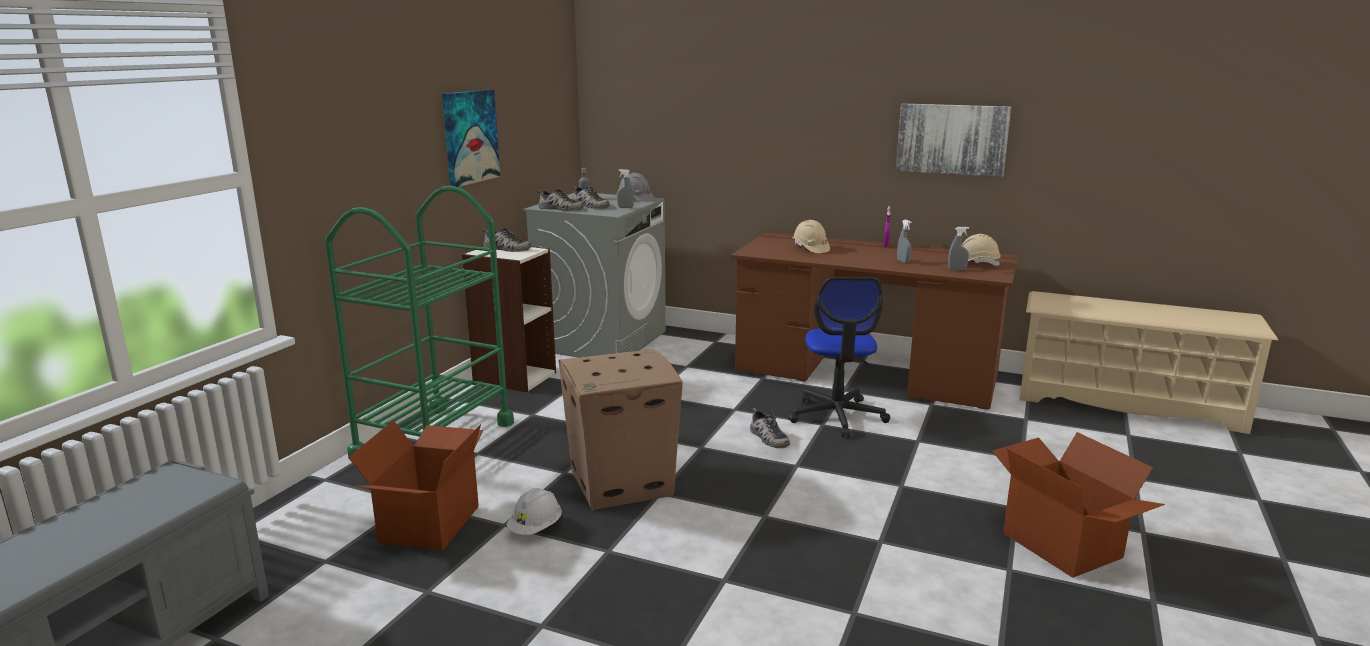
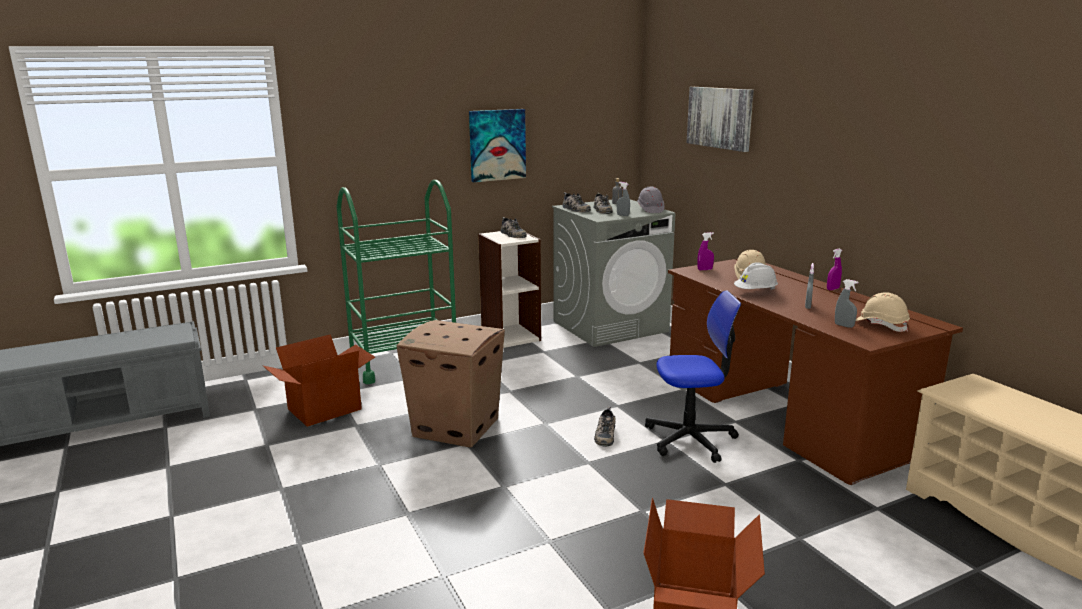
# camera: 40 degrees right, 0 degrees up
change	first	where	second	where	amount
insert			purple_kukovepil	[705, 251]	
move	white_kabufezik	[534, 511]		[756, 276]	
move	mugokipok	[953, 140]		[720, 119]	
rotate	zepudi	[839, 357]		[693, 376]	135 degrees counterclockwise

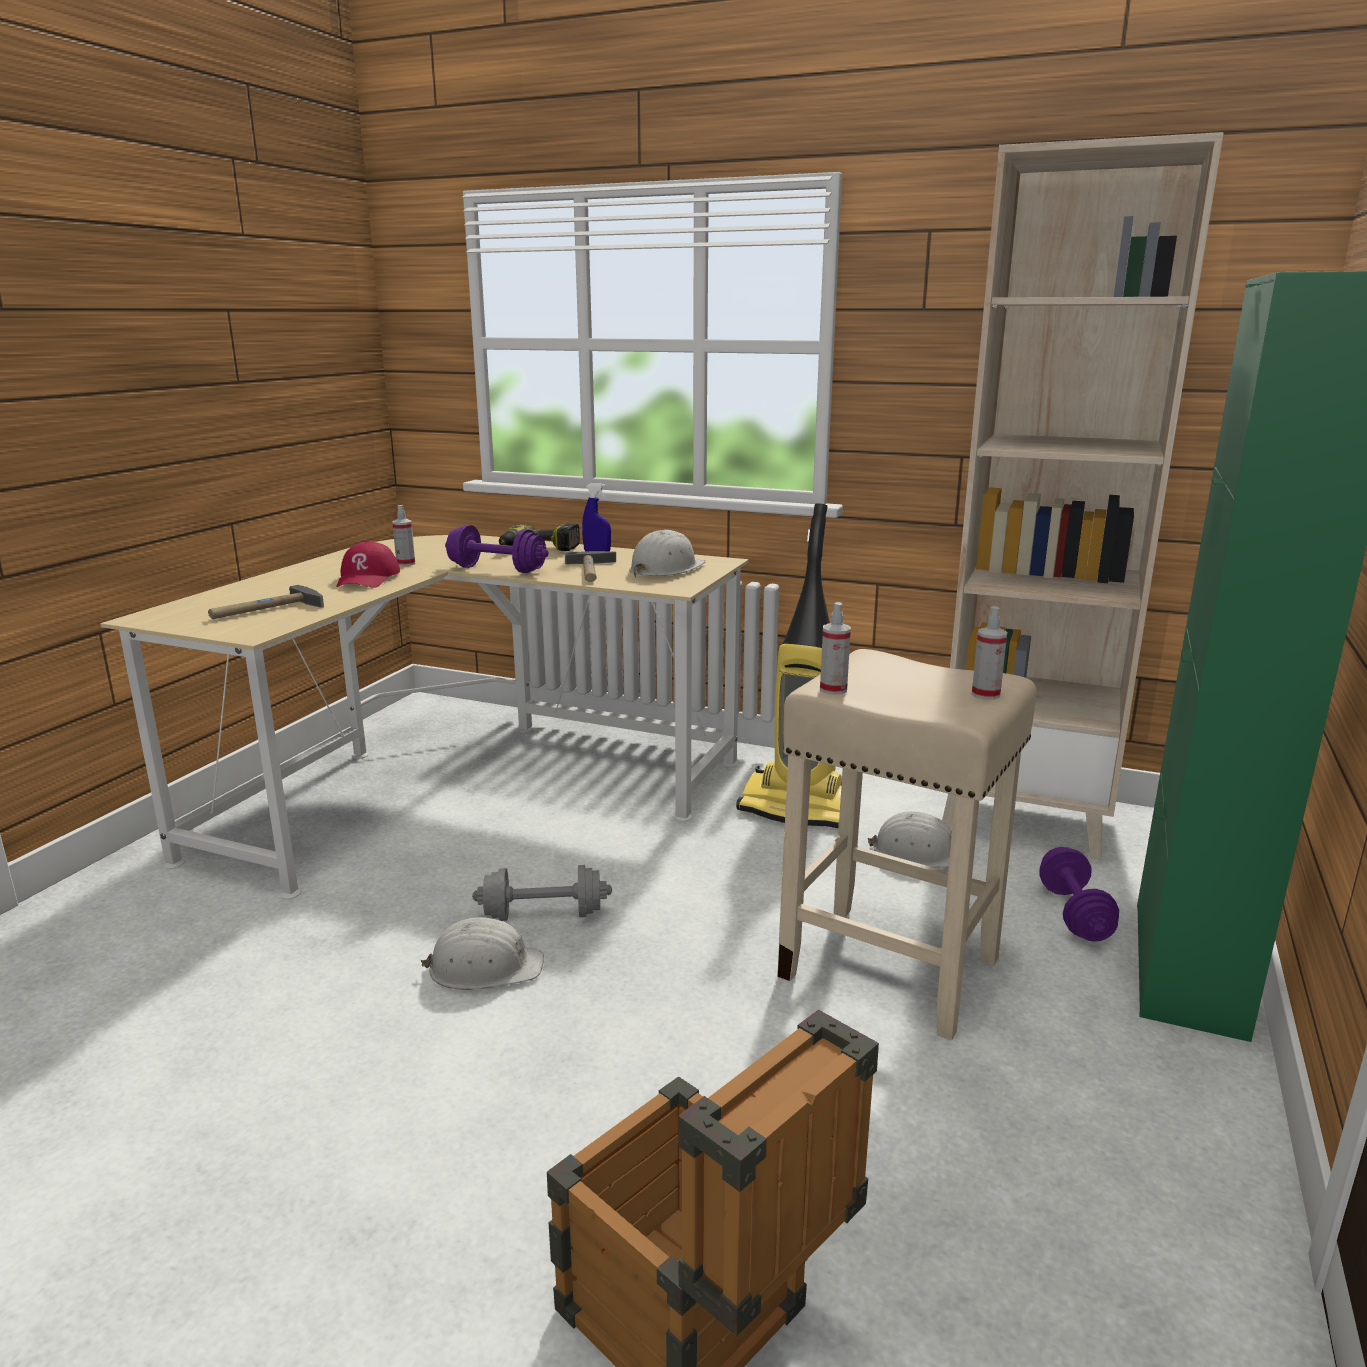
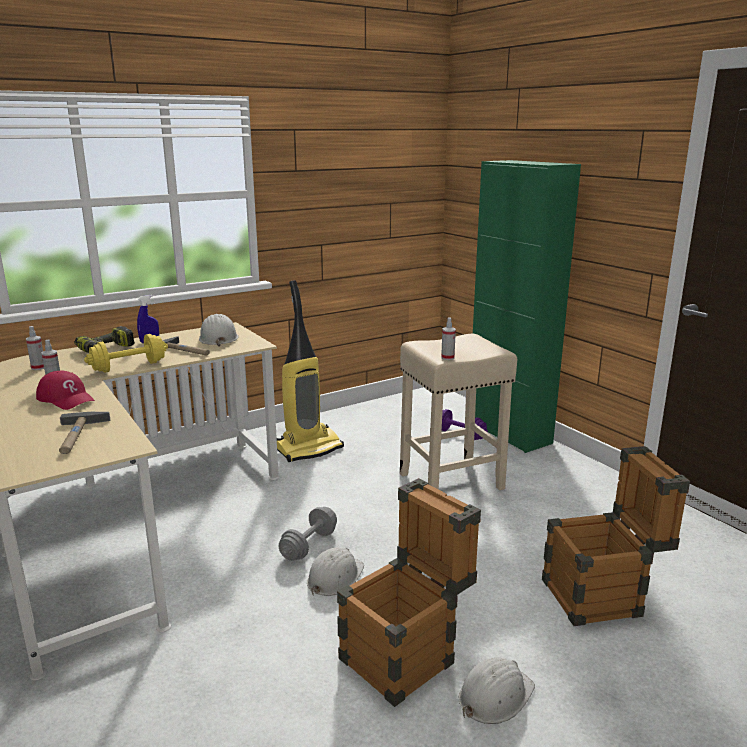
# camera: 55 degrees left, 0 degrees up
change	first	where	second	where	amount
delete	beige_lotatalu	[1083, 496]			
insert			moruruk	[409, 592]	
move	white_kabufezik	[910, 839]		[497, 690]	
move	kukovepil	[989, 653]		[35, 348]	
recolor	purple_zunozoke	[497, 549]	yellow_zunozoke	[126, 353]	

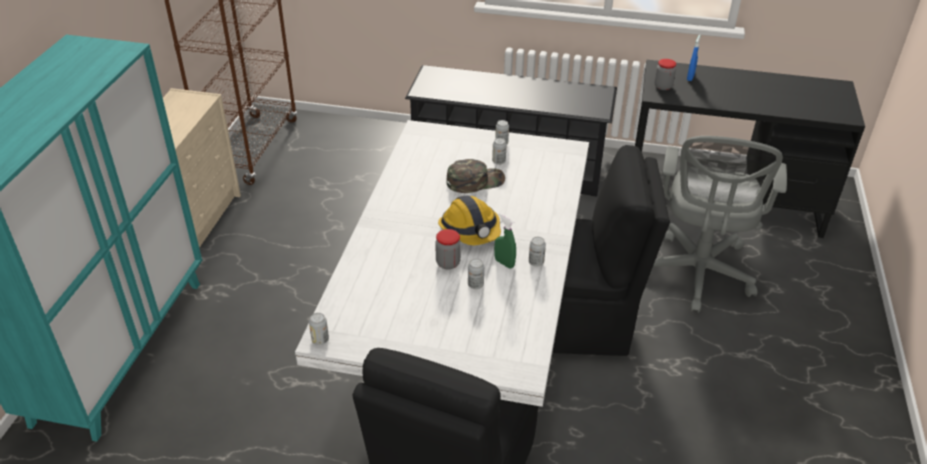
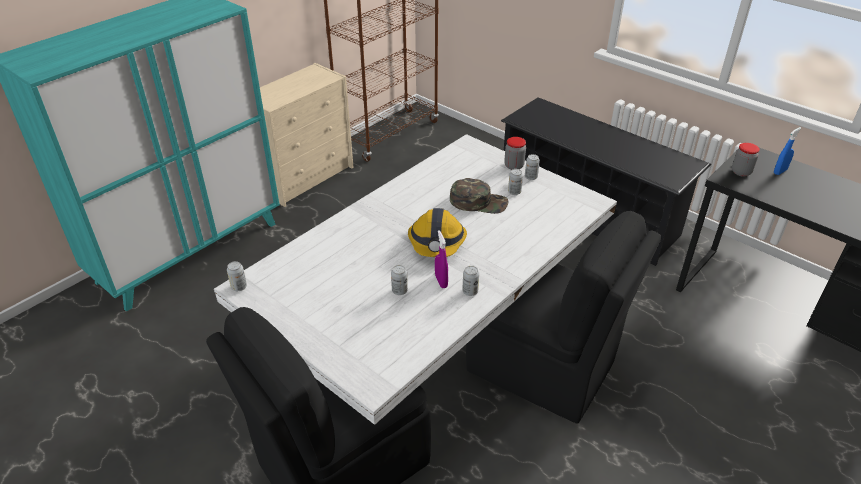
# camera: 30 degrees right, 0 degrees up
change	first	where	second	where	amount
delete	grey_zepudi	[718, 224]			
move	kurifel	[448, 249]		[515, 153]	
recolor	green_kukovepil	[505, 241]	purple_kukovepil	[441, 259]	

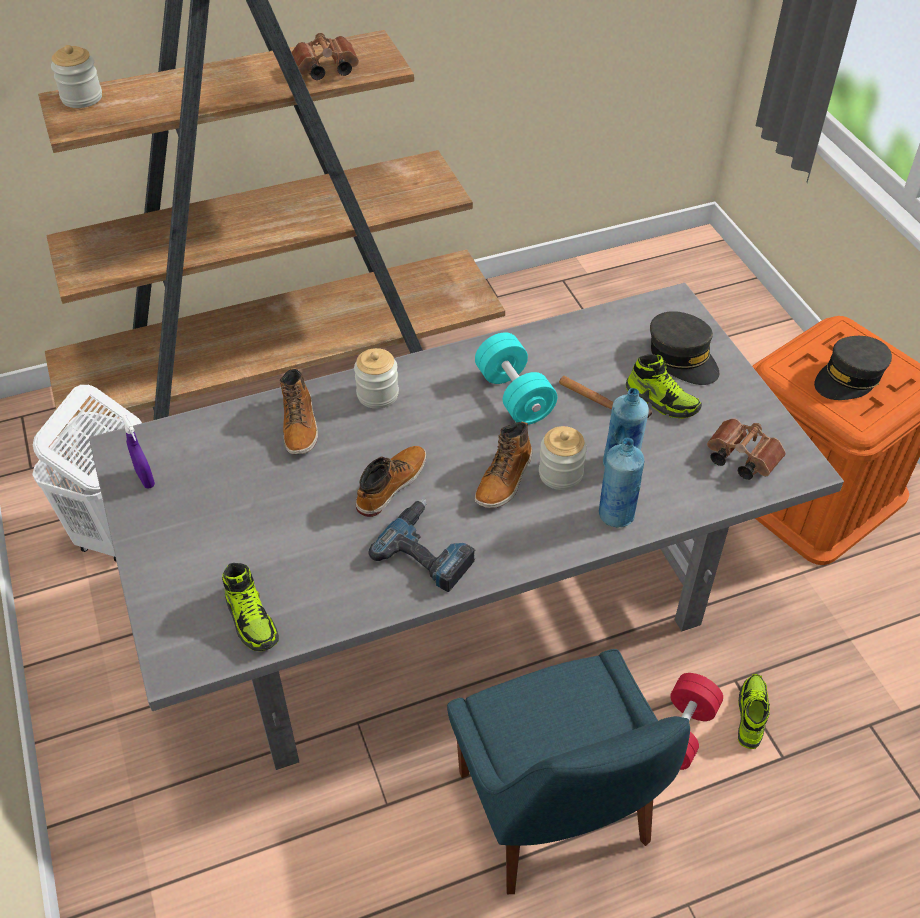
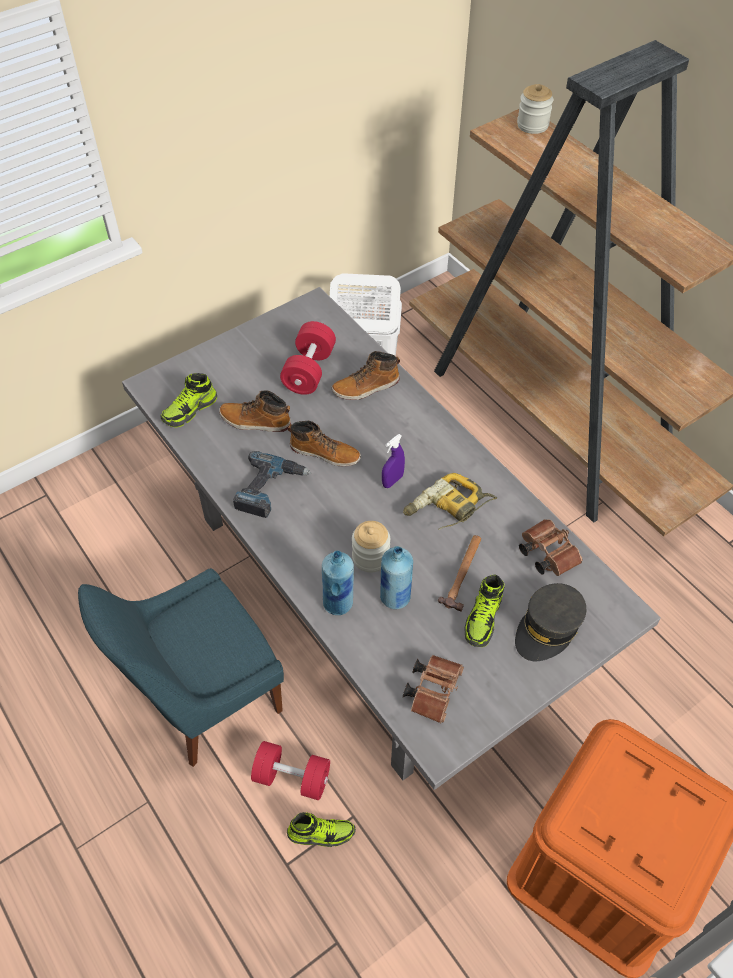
# camera: 75 degrees right, 5 degrees up
change	first	where	second	where	amount
delete	kurifel	[376, 378]			
delete	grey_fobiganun	[853, 368]			
insert			red_zunozoke	[308, 358]	
move	purple_kukovepil	[138, 452]		[393, 461]	
move	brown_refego	[325, 56]		[551, 547]	
move	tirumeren	[503, 464]		[255, 411]	
replace	turquoise_zunozoke	[516, 379]	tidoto	[450, 501]	

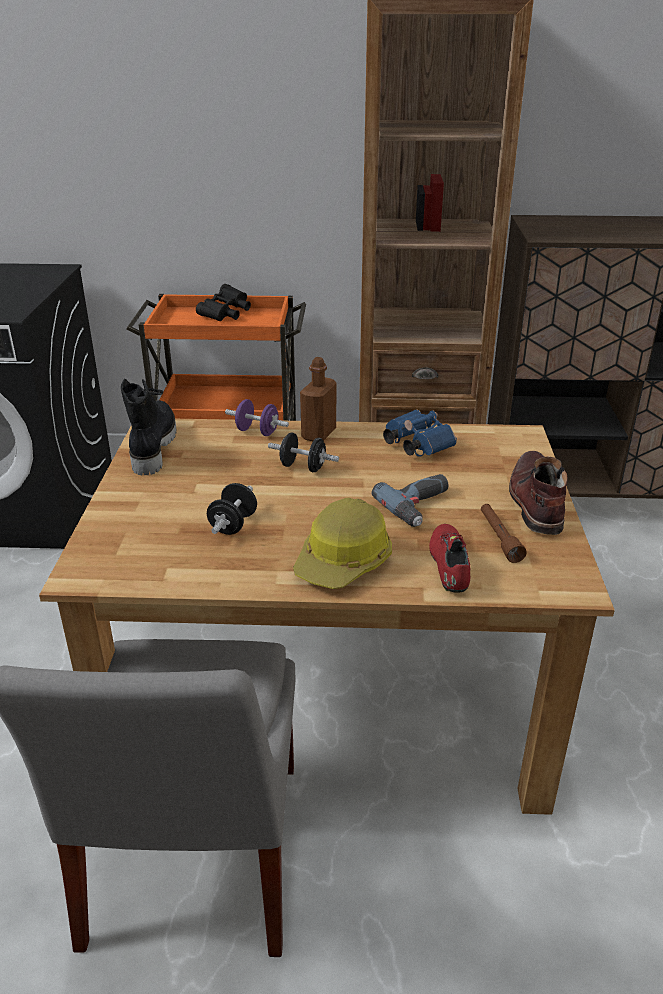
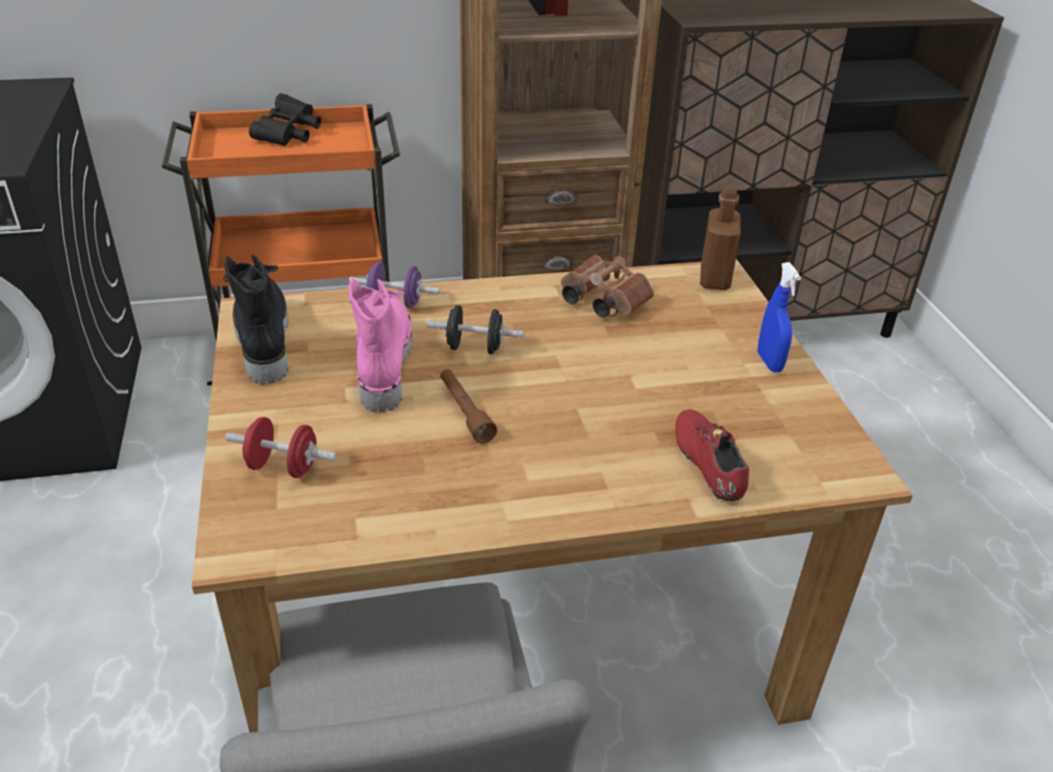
# camera: 15 degrees left, 5 degrees up
change	first	where	second	where	amount
delete	black_zunozoke	[232, 509]			
delete	kabufezik	[342, 543]			
delete	tidoto	[410, 500]			
insert			red_zunozoke	[281, 447]	
insert			pink_tirumeren	[380, 345]	
move	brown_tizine	[318, 399]		[720, 237]	
move	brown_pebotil	[504, 533]		[468, 406]	
replace	brown_tirumeren	[538, 493]	blue_kukovepil	[779, 317]	
recolor	blue_refego	[420, 433]	brown_refego	[607, 286]	

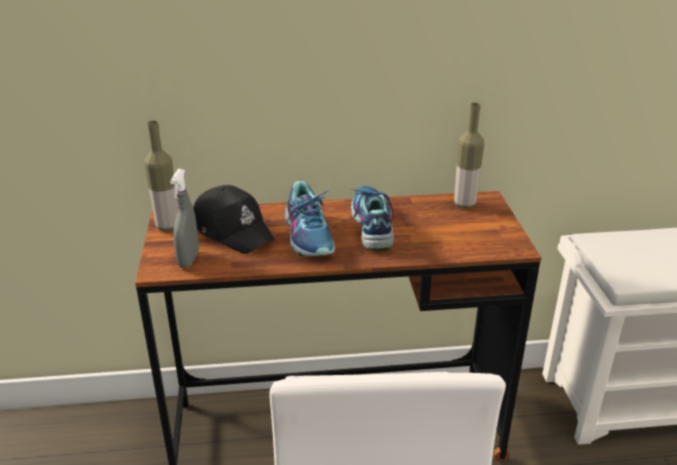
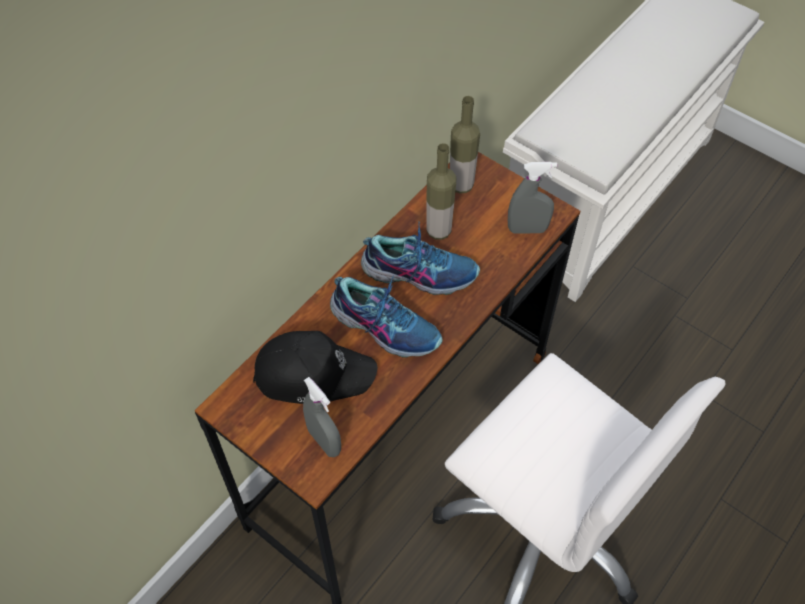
# camera: 45 degrees left, 25 degrees up
change	first	where	second	where	amount
insert			grey_kukovepil	[532, 198]	
move	tizine	[161, 175]		[441, 191]	
rotate	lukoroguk	[372, 218]		[420, 258]	150 degrees clockwise

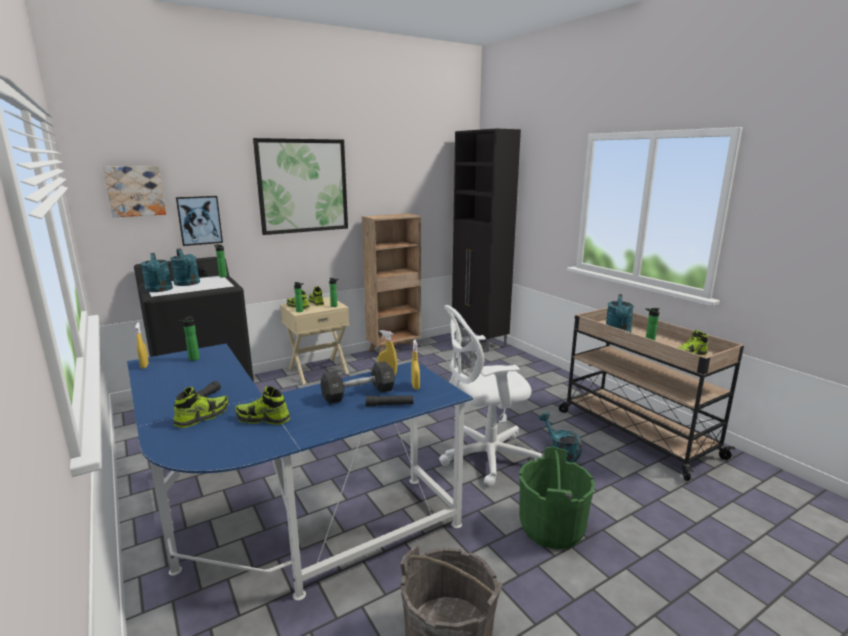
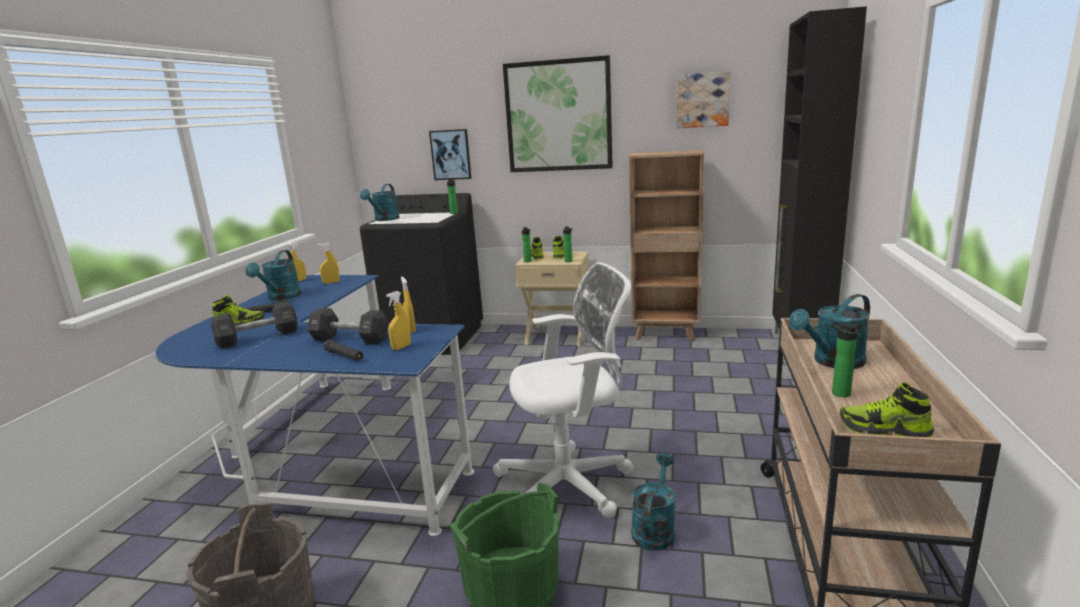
# camera: 45 degrees right, 0 degrees up
change	first	where	second	where	amount
move	mugokipok	[134, 191]		[703, 99]	
move	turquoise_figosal	[185, 267]		[273, 275]	
replace	tizine	[189, 338]	yellow_kukovepil	[329, 263]	
replace	lukoroguk	[262, 405]	black_zunozoke	[254, 325]	
rotate	white_zepudi	[490, 396]		[563, 390]	135 degrees clockwise

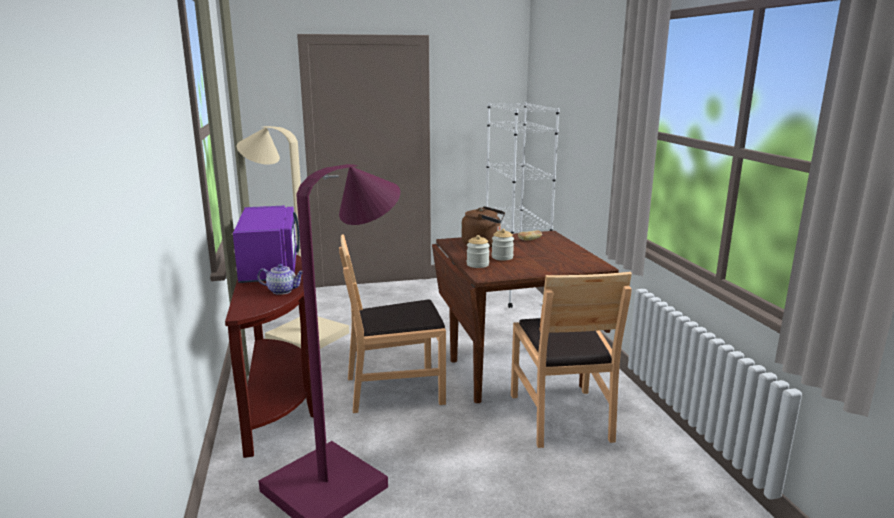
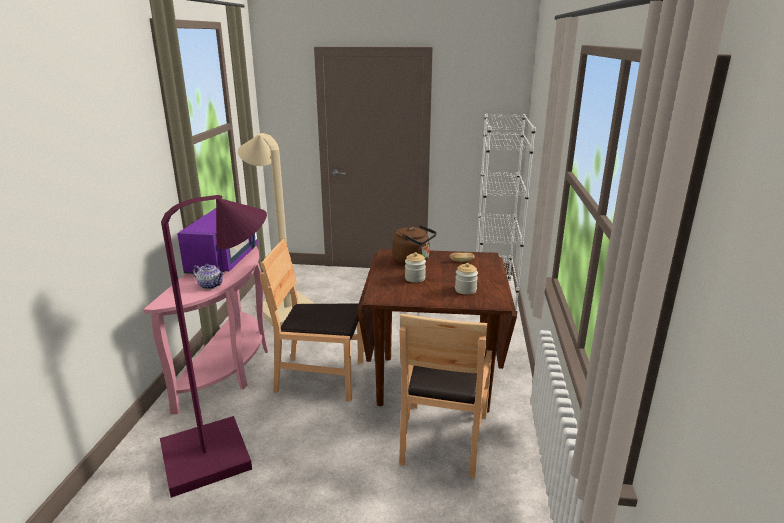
# camera: 20 degrees right, 5 degrees up
change	first	where	second	where	amount
move	kurifel	[478, 251]		[466, 279]	
recolor	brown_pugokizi	[269, 356]	pink_pugokizi	[205, 330]	

